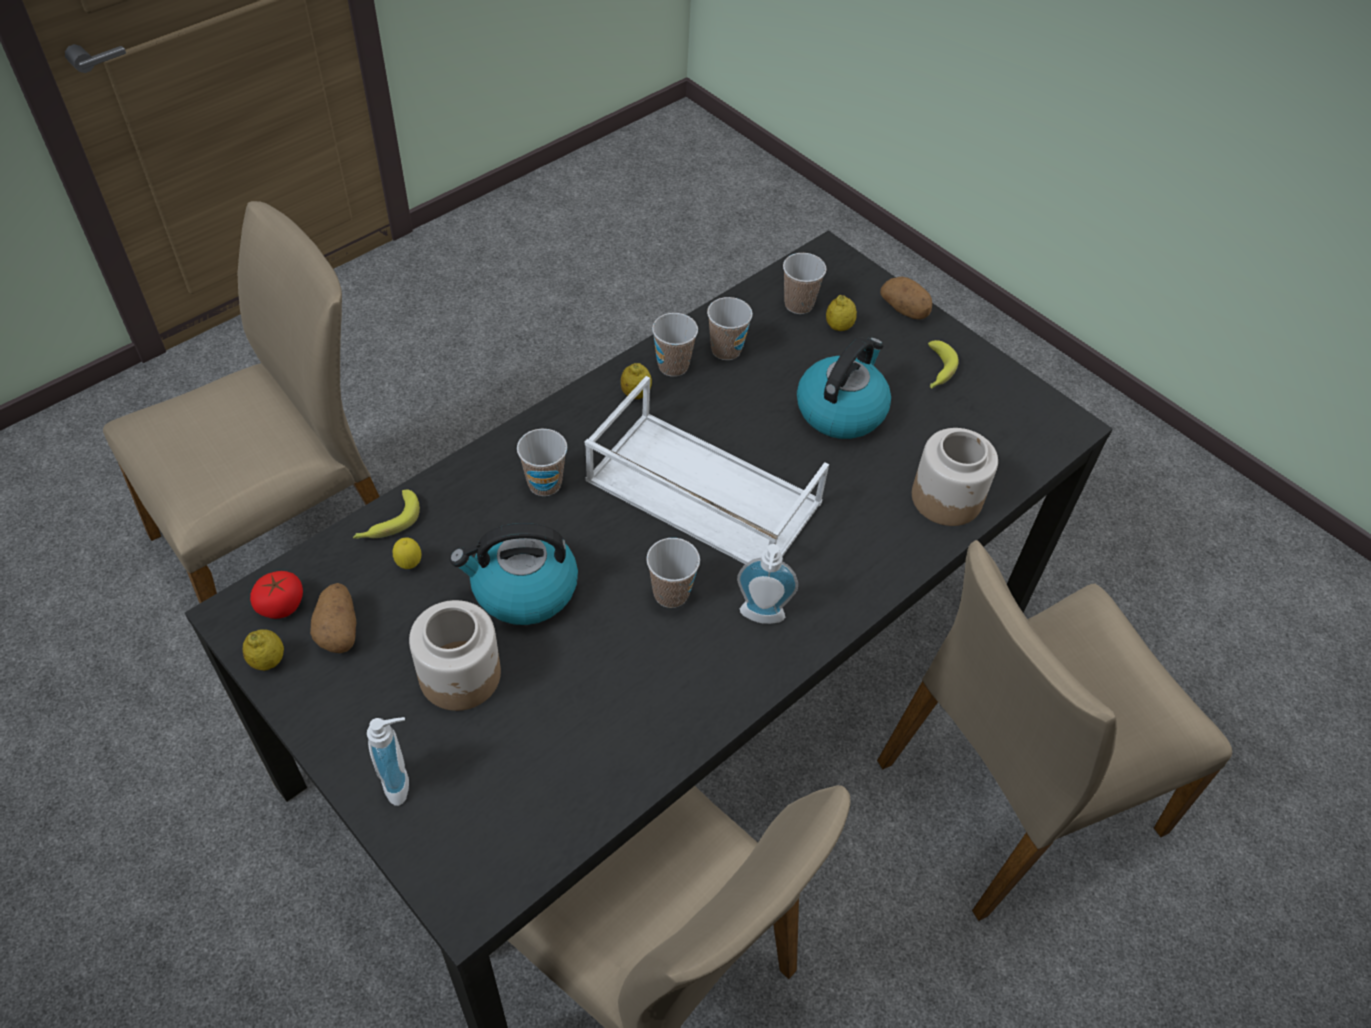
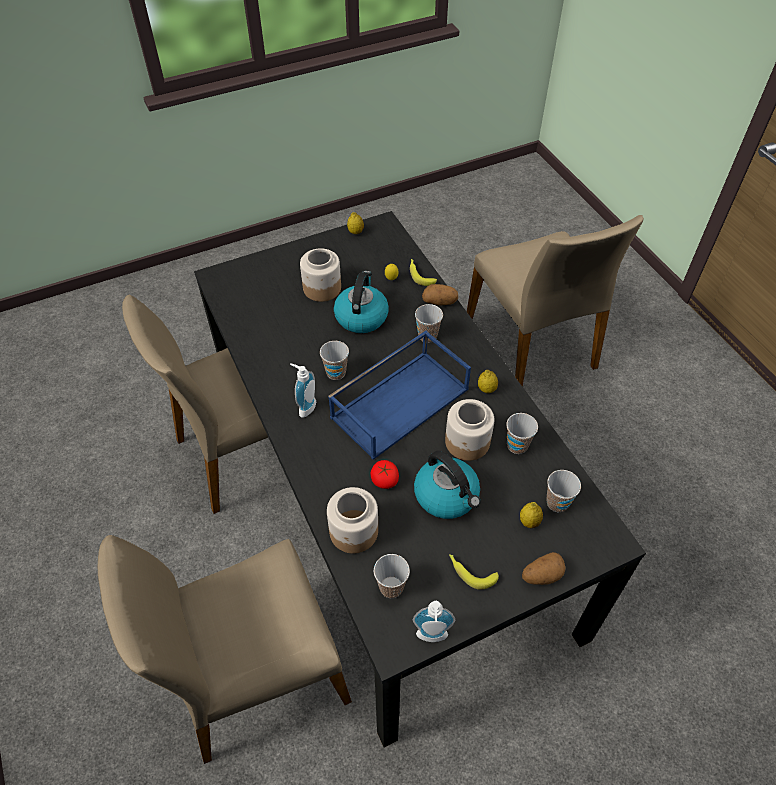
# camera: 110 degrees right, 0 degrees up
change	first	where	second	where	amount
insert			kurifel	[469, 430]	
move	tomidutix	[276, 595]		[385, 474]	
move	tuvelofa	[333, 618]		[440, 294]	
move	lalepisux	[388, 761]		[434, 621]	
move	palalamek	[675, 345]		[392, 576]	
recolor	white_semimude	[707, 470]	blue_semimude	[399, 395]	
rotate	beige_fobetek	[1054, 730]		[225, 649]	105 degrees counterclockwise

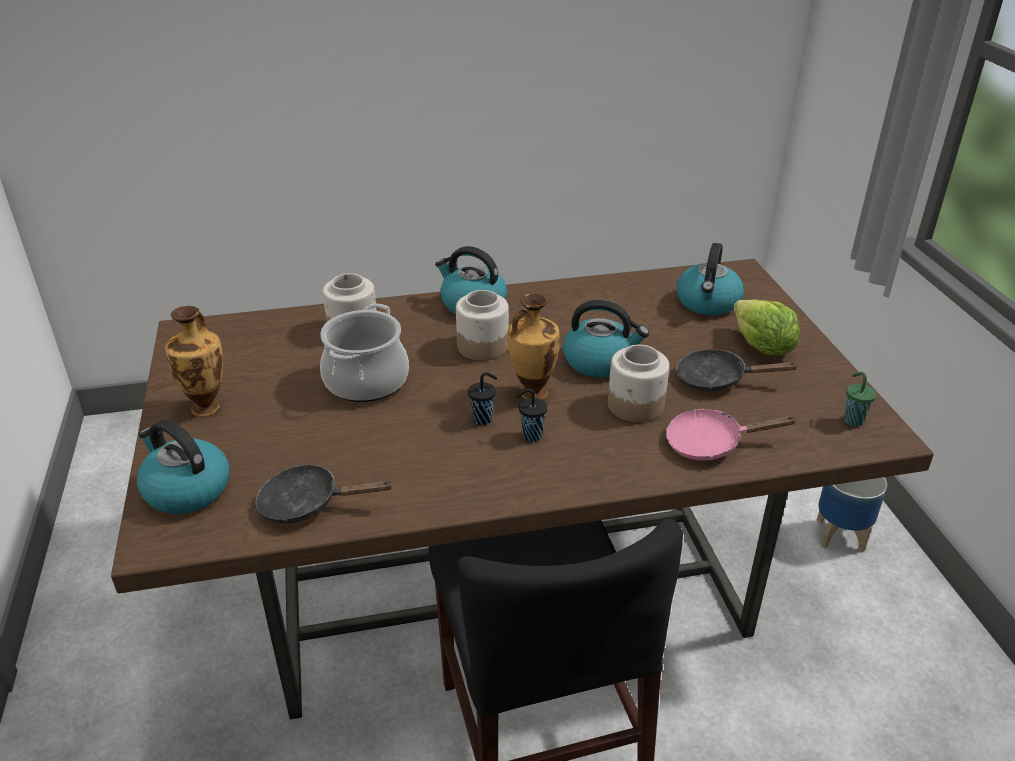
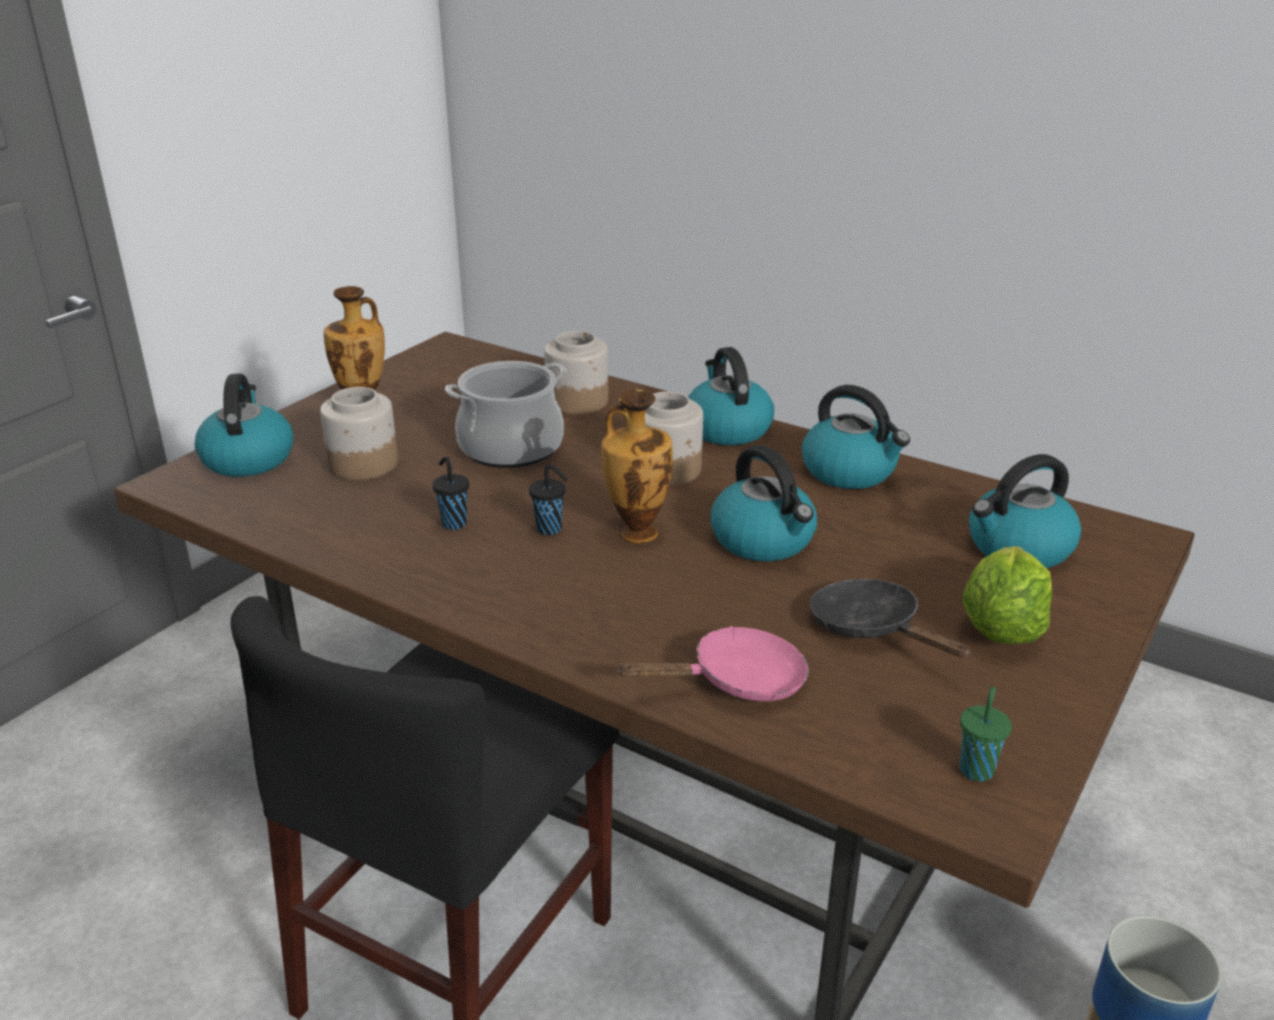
# camera: 45 degrees right, 5 degrees down
change	first	where	second	where	amount
delete	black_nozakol	[325, 494]			
insert			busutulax	[856, 437]	
move	black_palalamek	[531, 415]		[450, 493]	
move	kurifel	[638, 383]		[359, 433]	
rotate	pink_nozakol	[731, 434]		[712, 663]	120 degrees clockwise

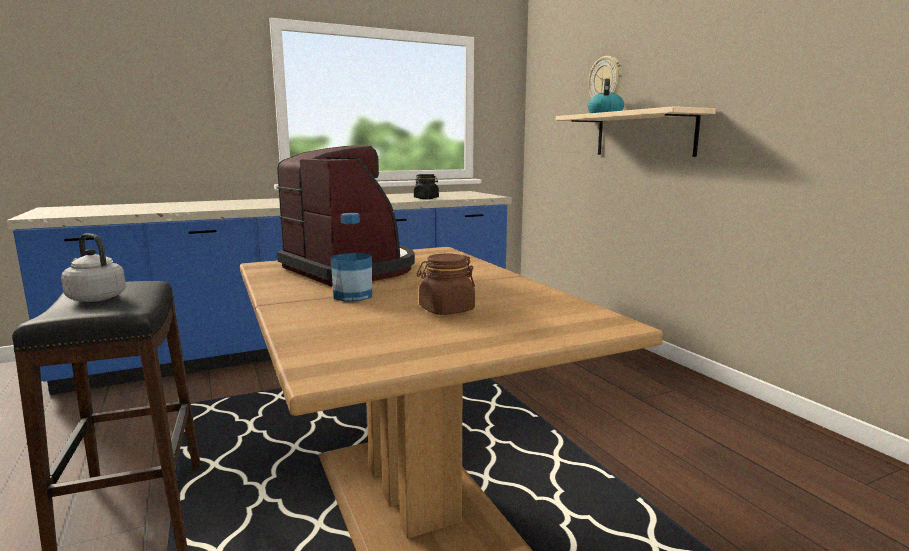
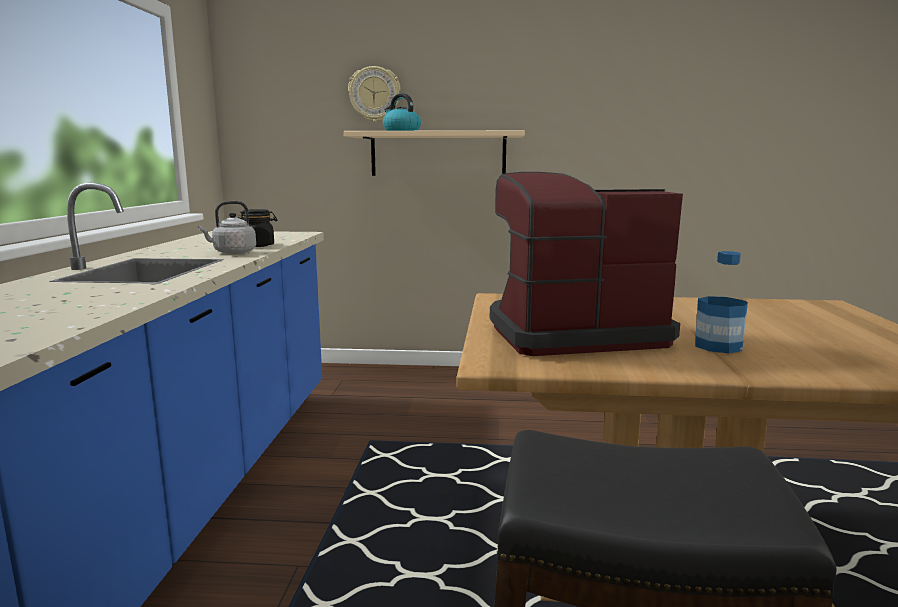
# camera: 60 degrees left, 0 degrees up
change	first	where	second	where	amount
delete	brown_kurifel	[446, 284]			
move	grey_busutulax	[93, 267]		[227, 227]	

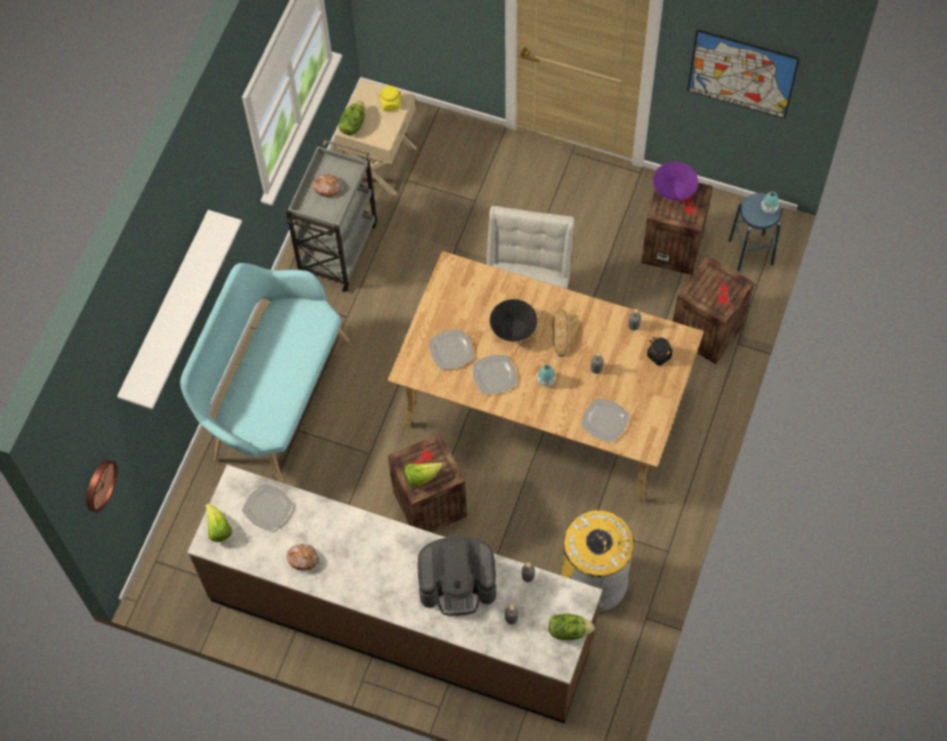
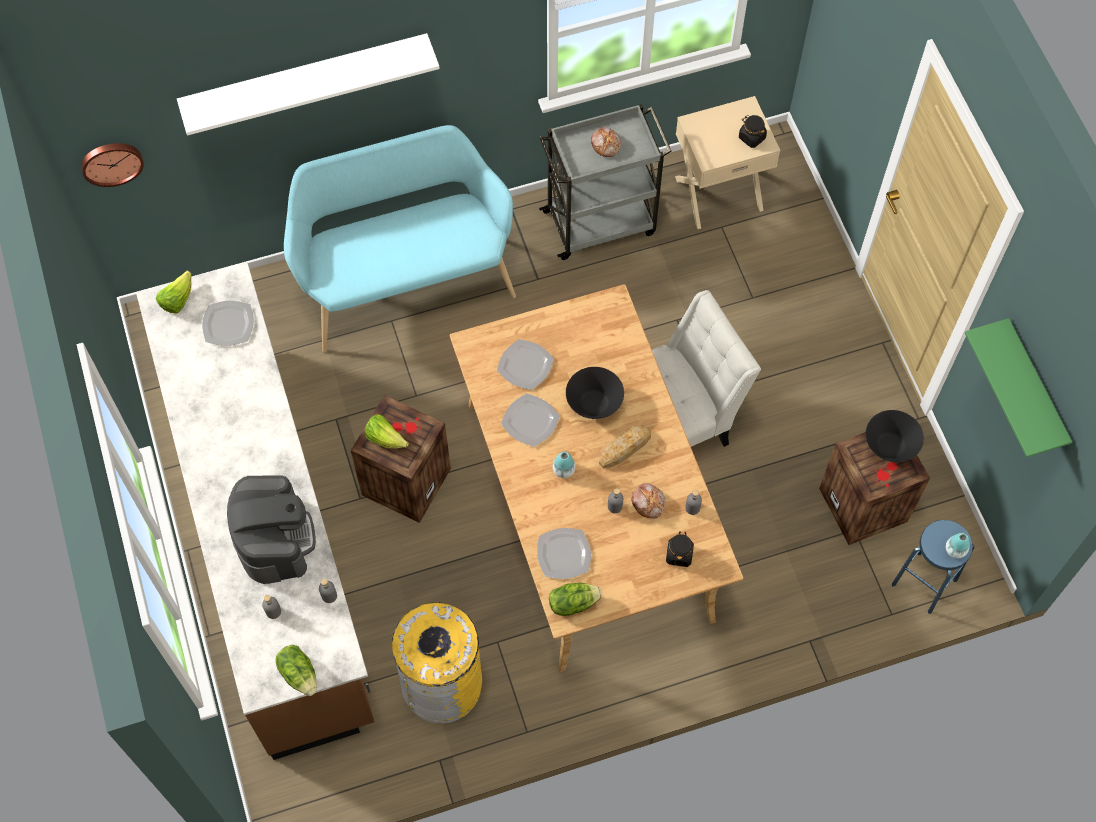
# camera: 50 degrees right, 0 degrees up
change	first	where	second	where	amount
delete	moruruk	[713, 309]			
move	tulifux	[303, 557]		[648, 501]	
move	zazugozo	[351, 118]		[575, 599]	
replace	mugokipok	[743, 74]	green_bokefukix	[1018, 387]	
recolor	yellow_kurifel	[389, 98]	black_kurifel	[753, 131]	
recolor	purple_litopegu	[675, 181]	black_litopegu	[895, 436]	
rotate	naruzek	[456, 576]		[271, 530]	150 degrees counterclockwise

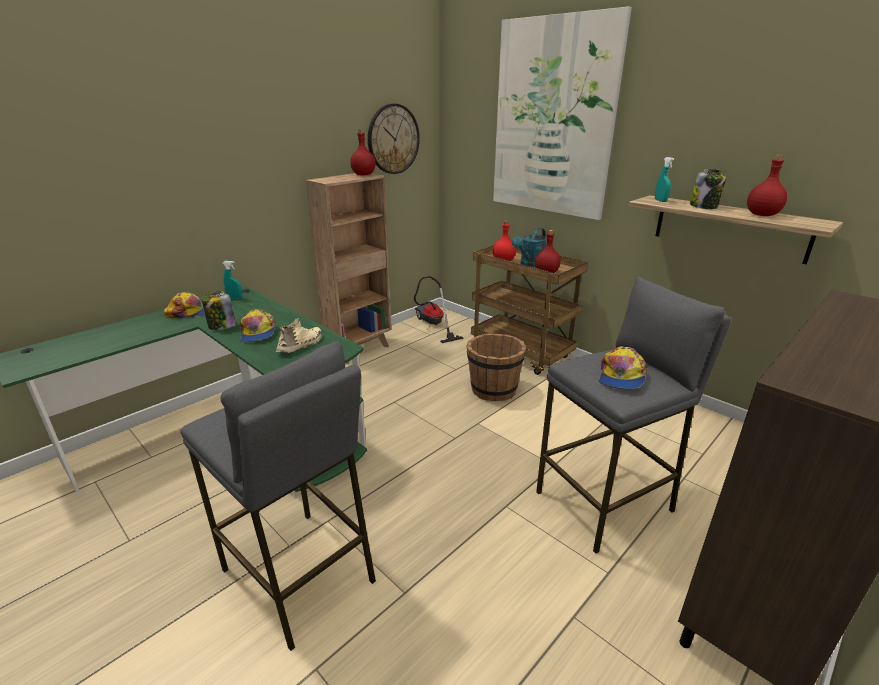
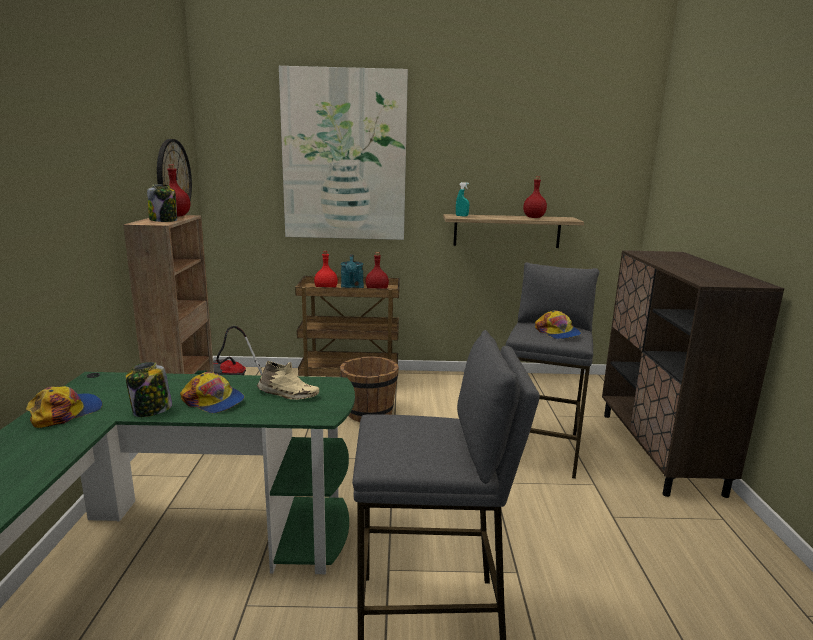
# camera: 45 degrees left, 10 degrees down
change	first	where	second	where	amount
delete	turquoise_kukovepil	[232, 280]			
move	kurifel	[708, 189]		[162, 203]	
rotate	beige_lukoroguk	[299, 335]		[288, 380]	120 degrees clockwise

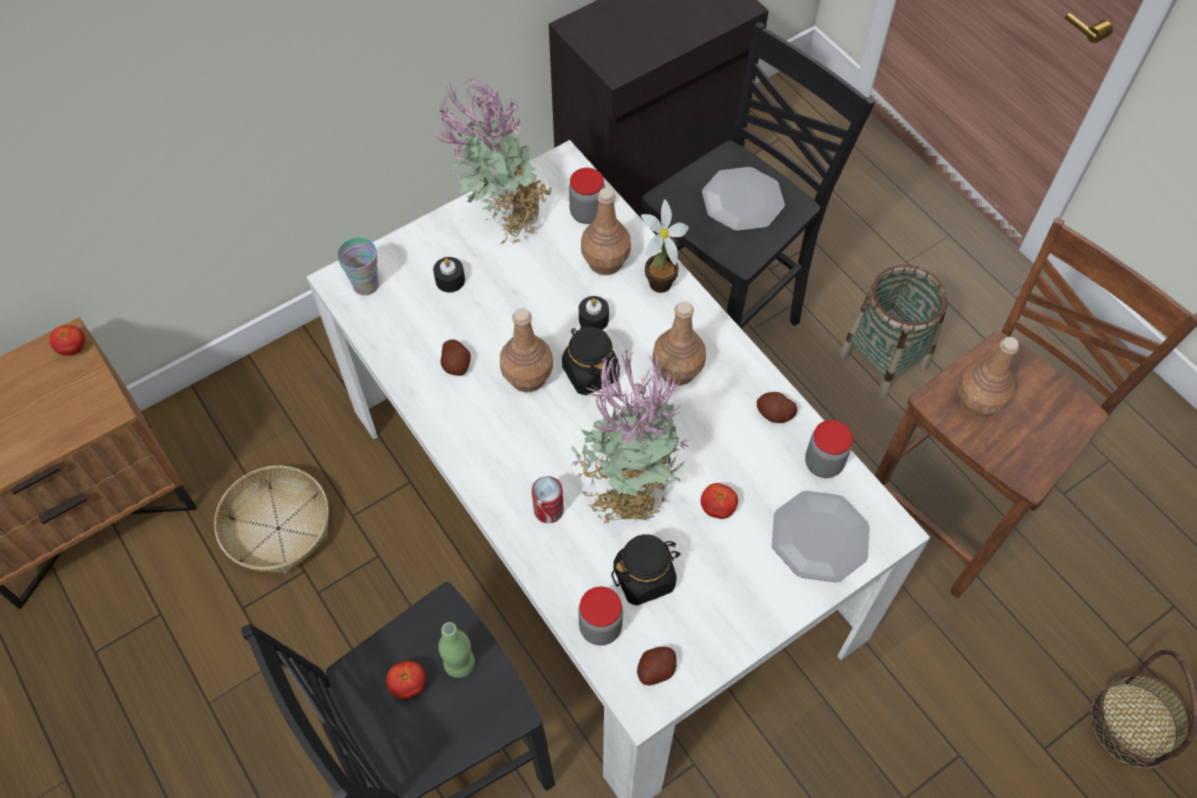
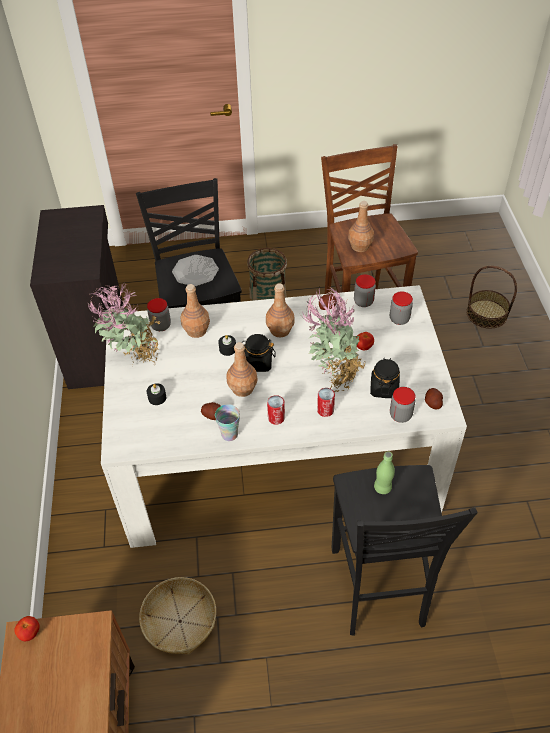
# camera: 60 degrees left, 10 degrees down
change	first	where	second	where	amount
delete	tomidutix	[406, 680]			
delete	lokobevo	[665, 246]			
insert			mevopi	[276, 410]	
move	palalamek	[358, 266]		[227, 422]	
replace	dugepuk	[820, 536]	kurifel	[401, 308]	

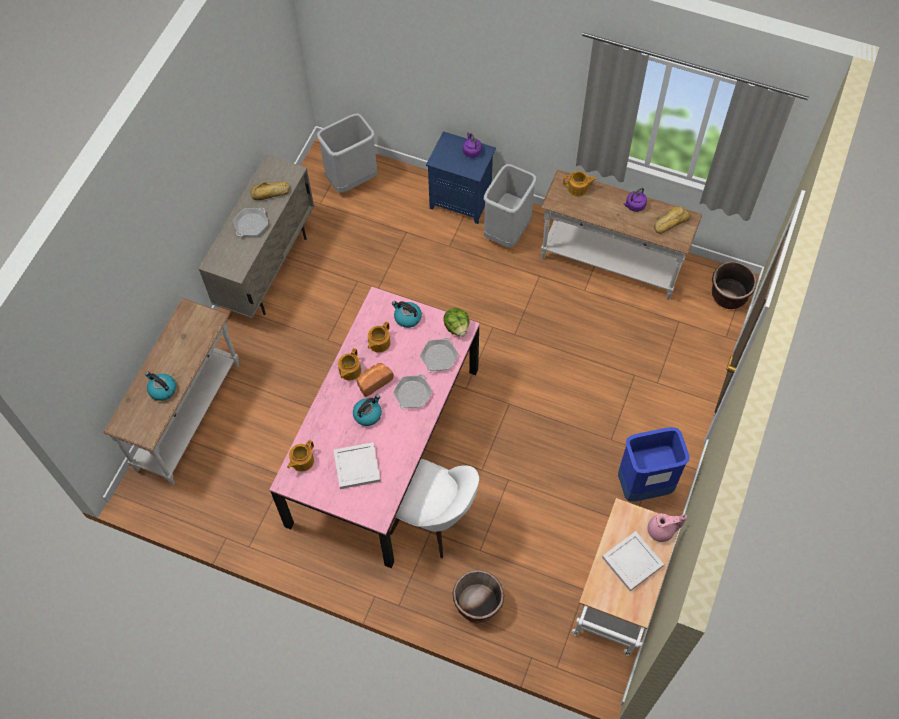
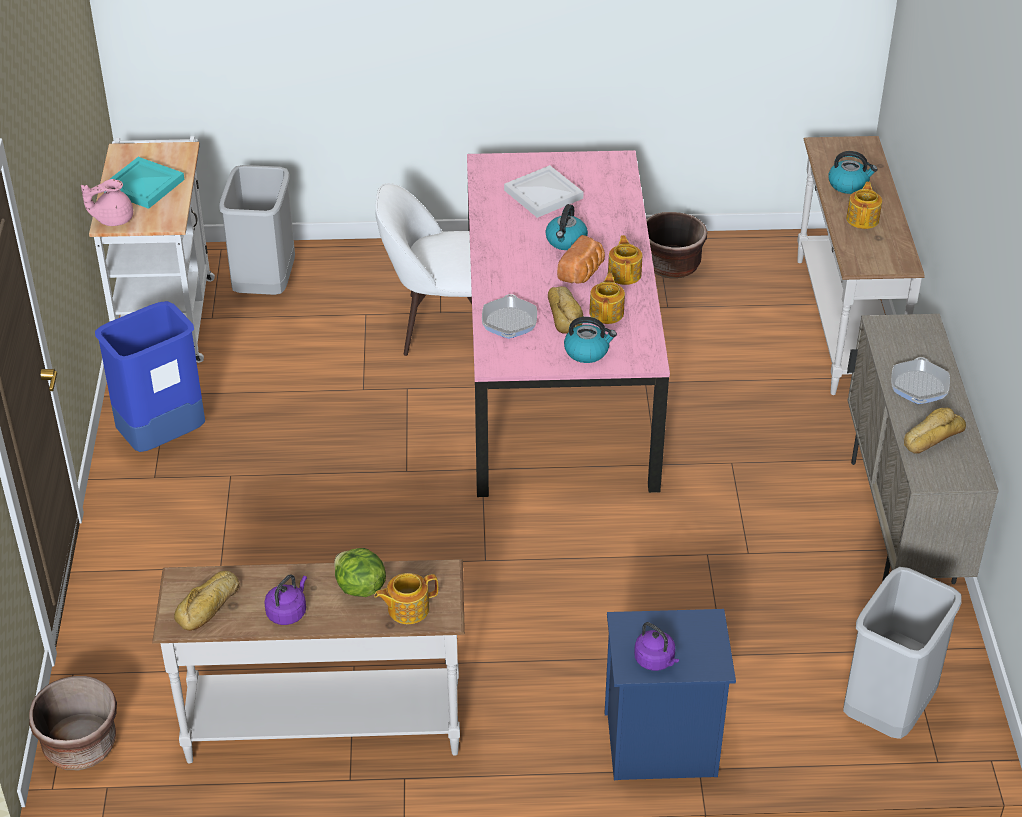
# camera: 155 degrees right, 20 degrees down
change	first	where	second	where	amount
delete	nozakol	[412, 392]			
insert			tulifux	[566, 310]	
move	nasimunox	[300, 456]		[864, 205]	
move	zazugozo	[456, 322]		[360, 572]	
move	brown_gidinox	[478, 596]		[676, 245]	
move	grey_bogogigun	[510, 206]		[257, 230]	
recolor	white_semimude	[633, 561]	turquoise_semimude	[147, 183]	

